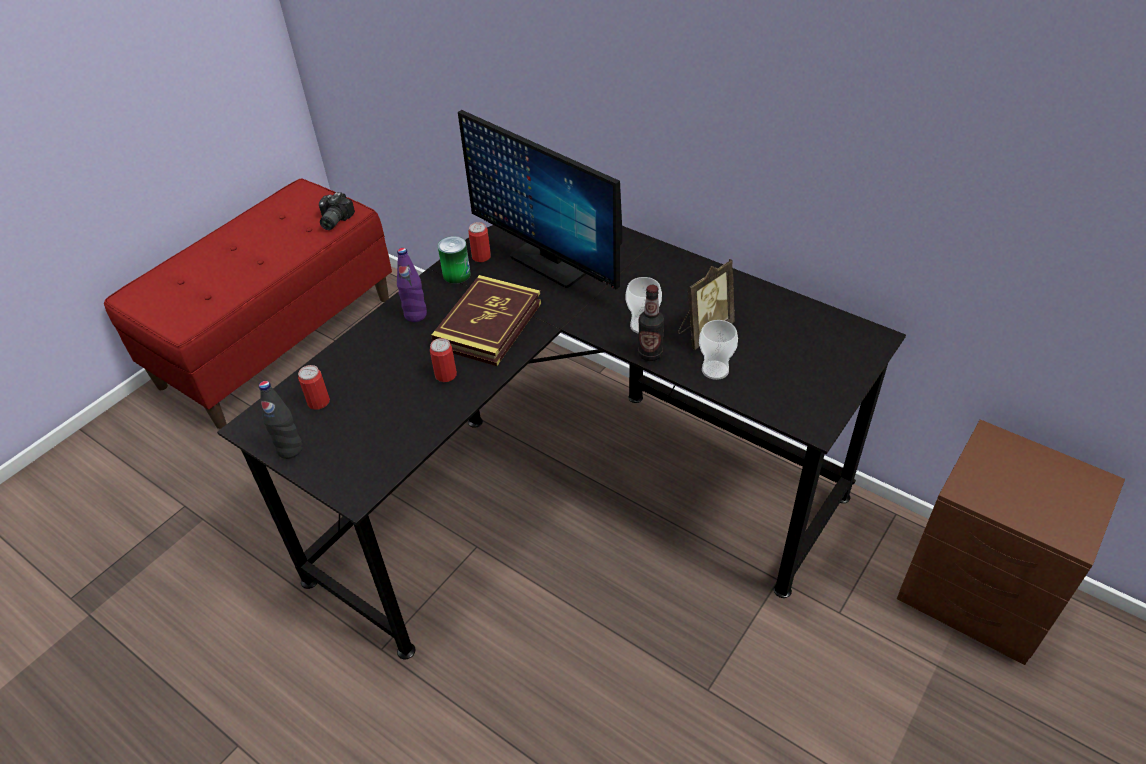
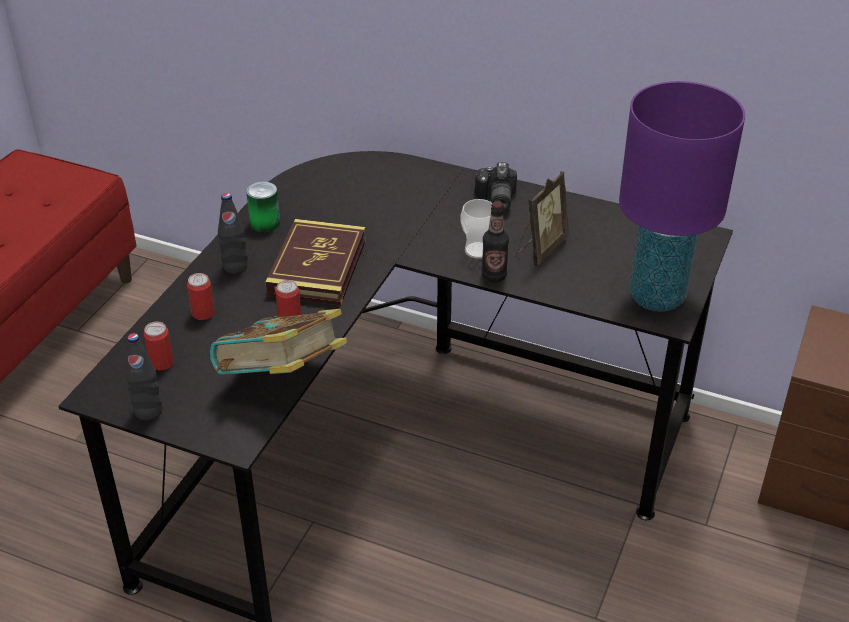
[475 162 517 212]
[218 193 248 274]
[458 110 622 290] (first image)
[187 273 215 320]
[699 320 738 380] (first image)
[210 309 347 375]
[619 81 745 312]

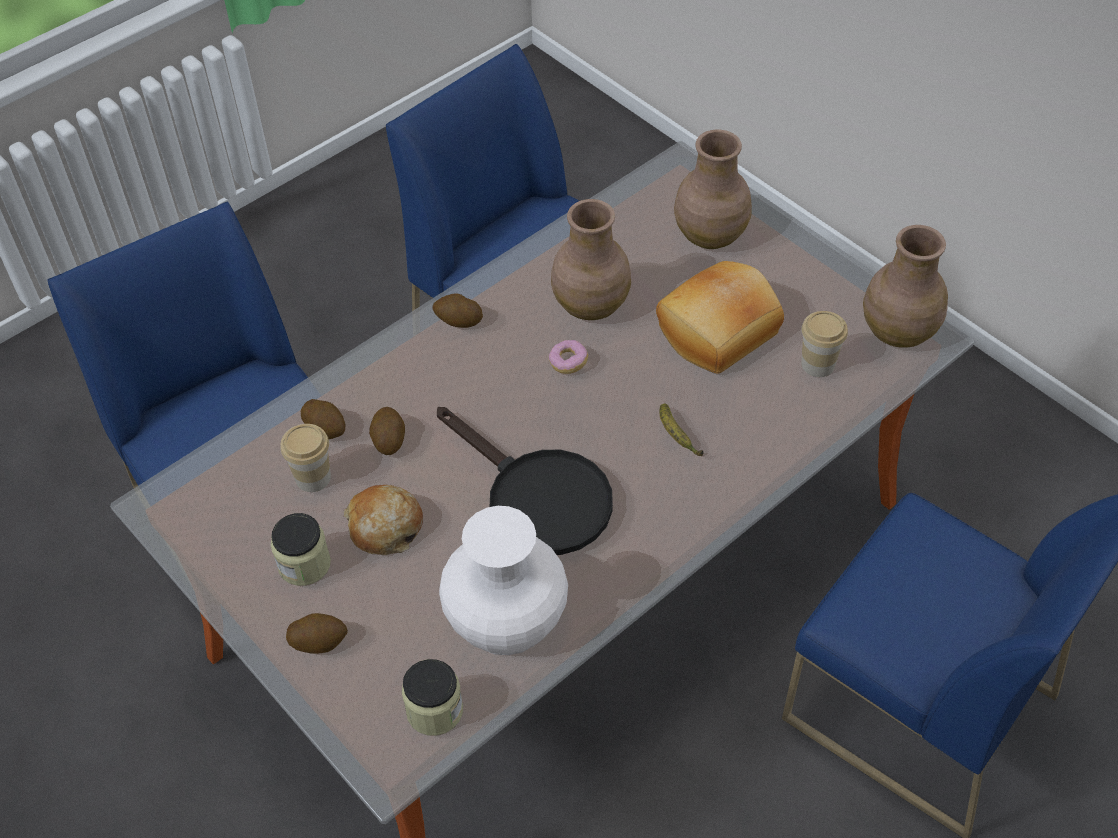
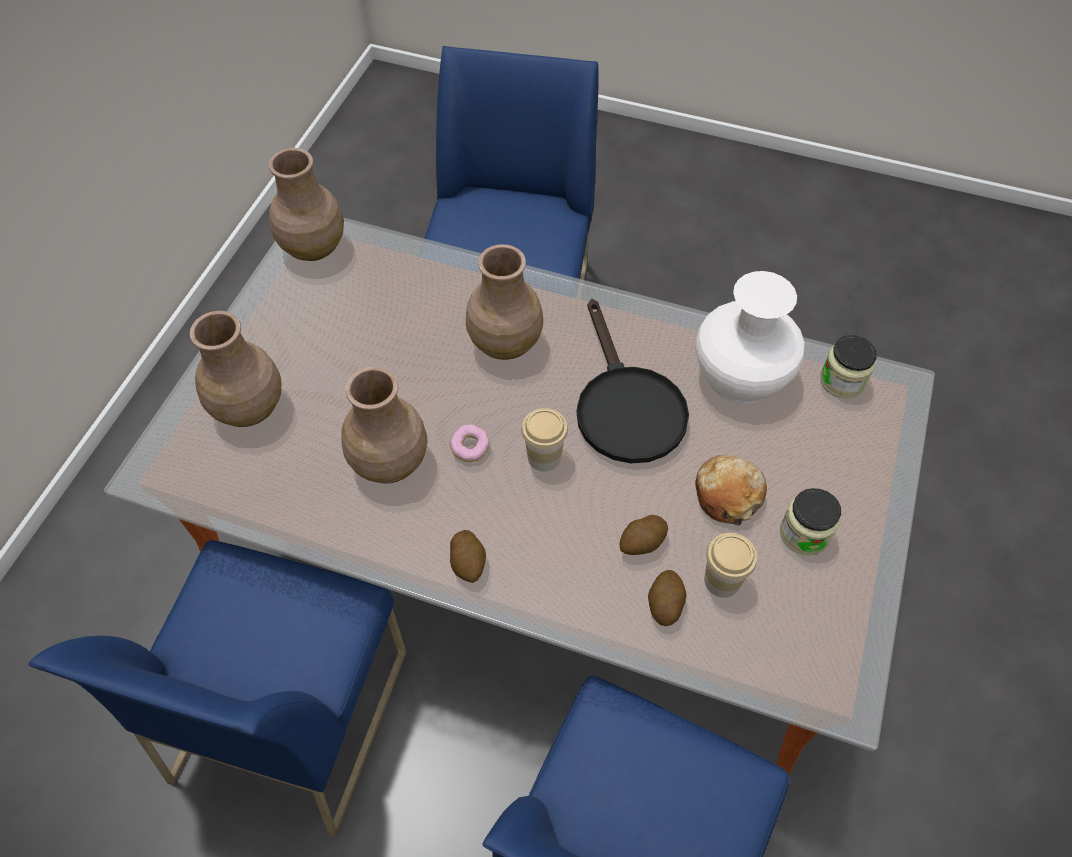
[286 613 348 654] (first image)
[576 299 689 463]
[656 261 784 374] (first image)
[466 244 543 360]
[521 408 568 471]

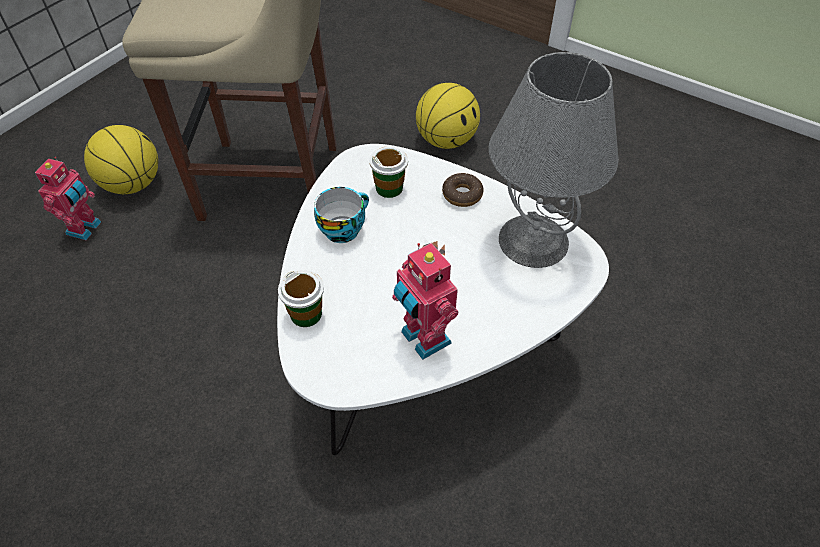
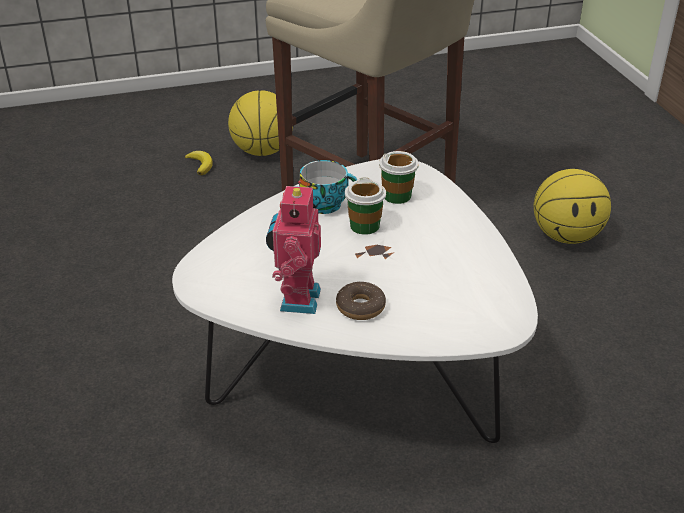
[185 151 213 175]
[345 177 386 235]
[336 282 386 320]
[489 52 619 268] (first image)

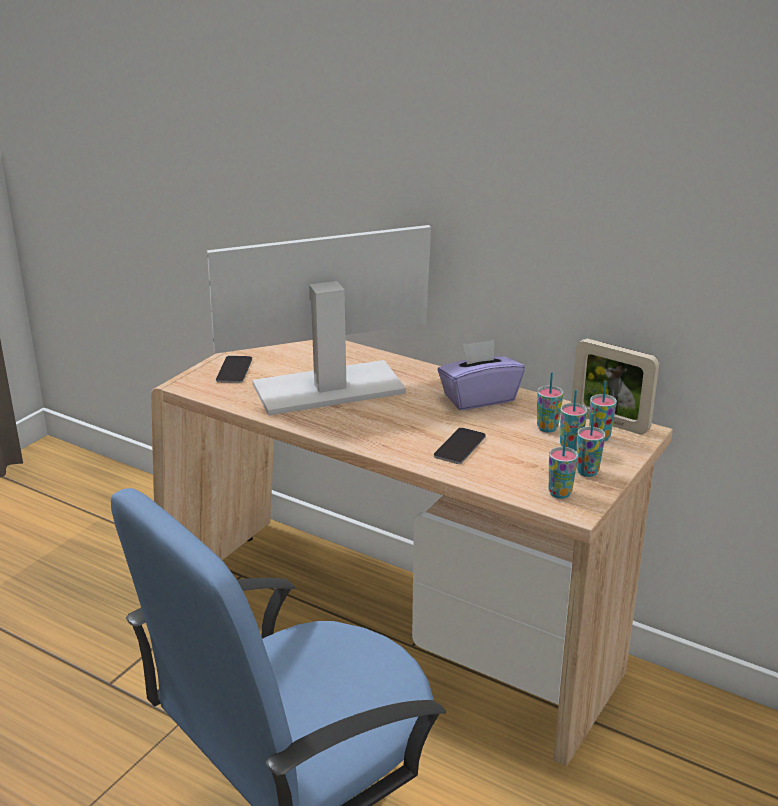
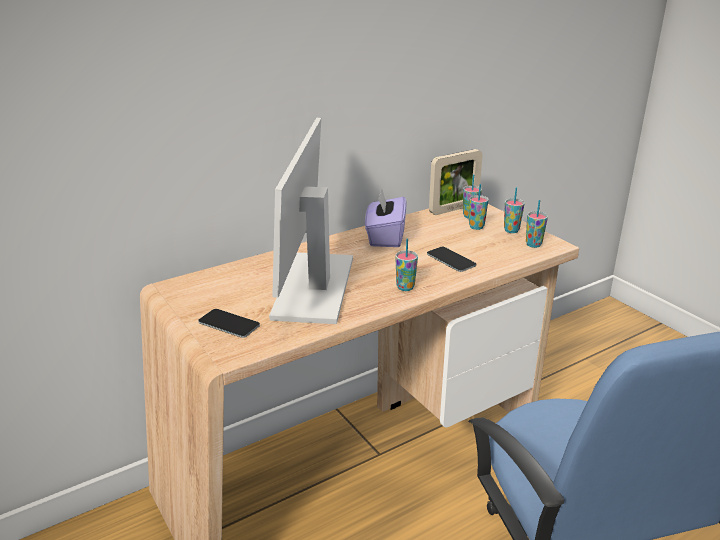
[395 239 418 291]

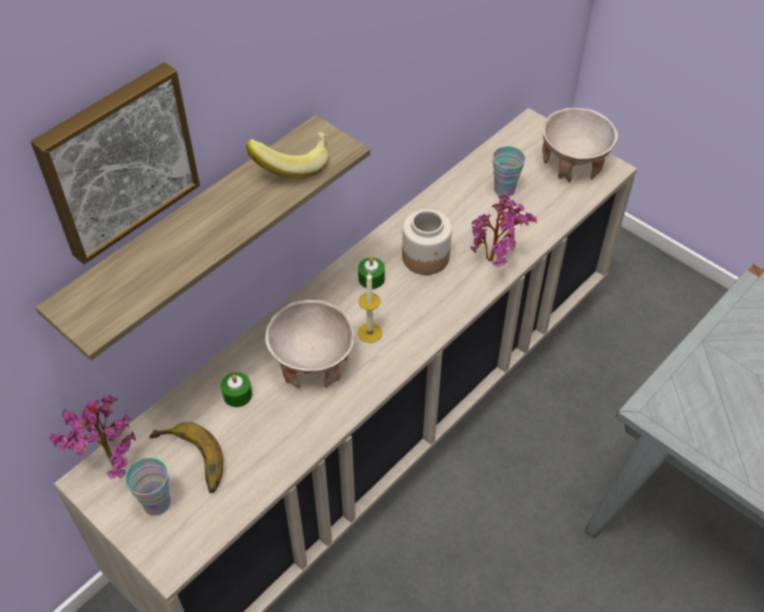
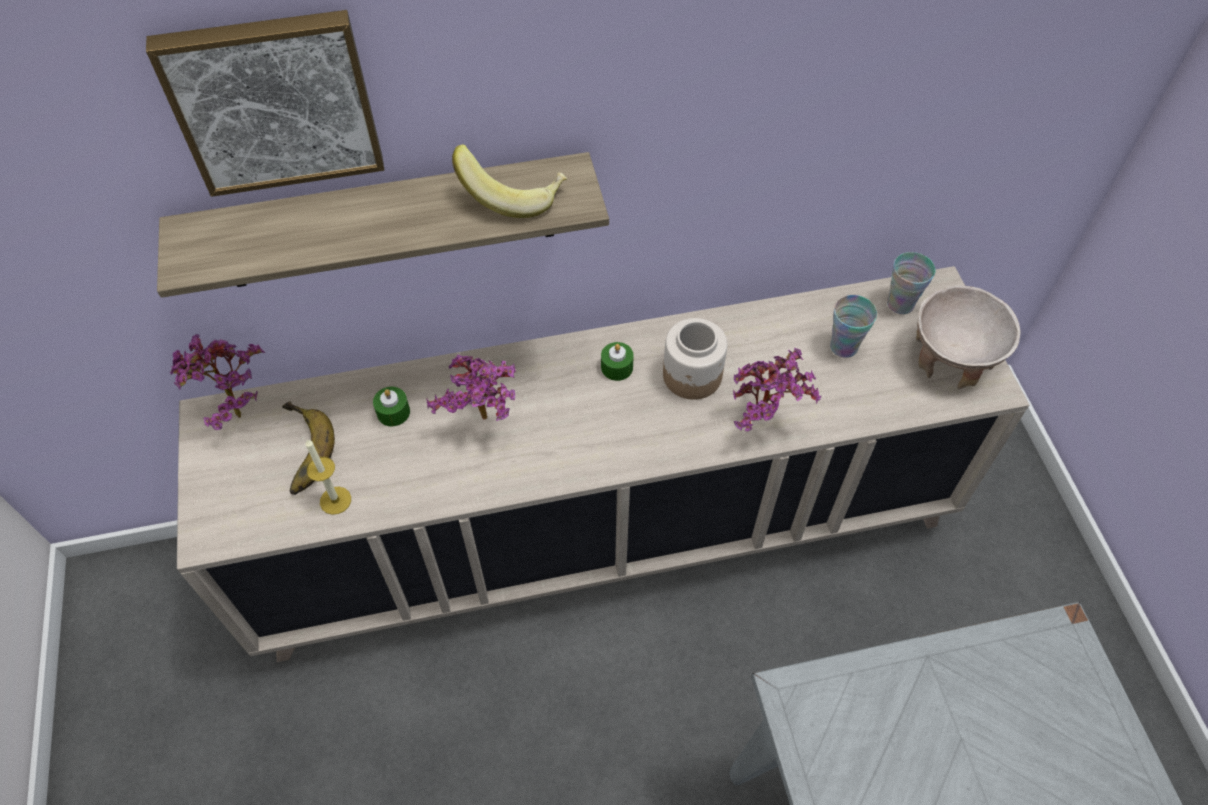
[887 252 936 314]
[426 355 516 421]
[305 439 351 515]

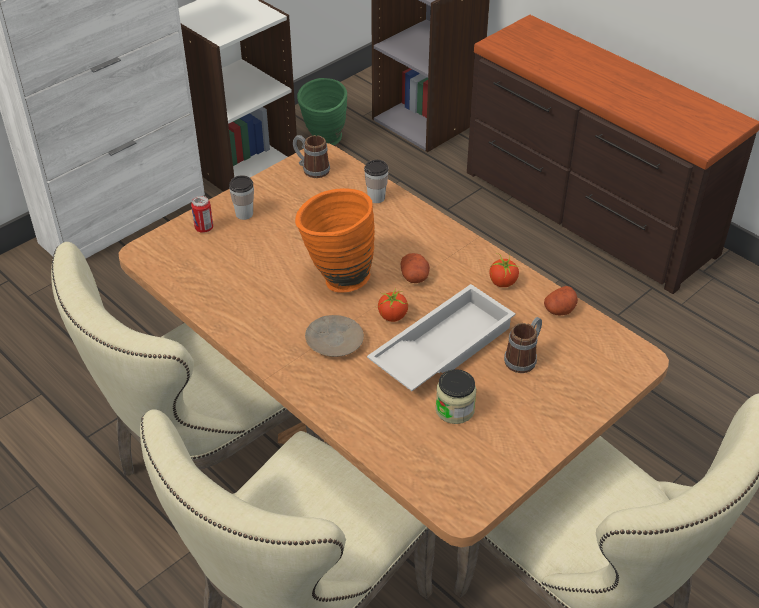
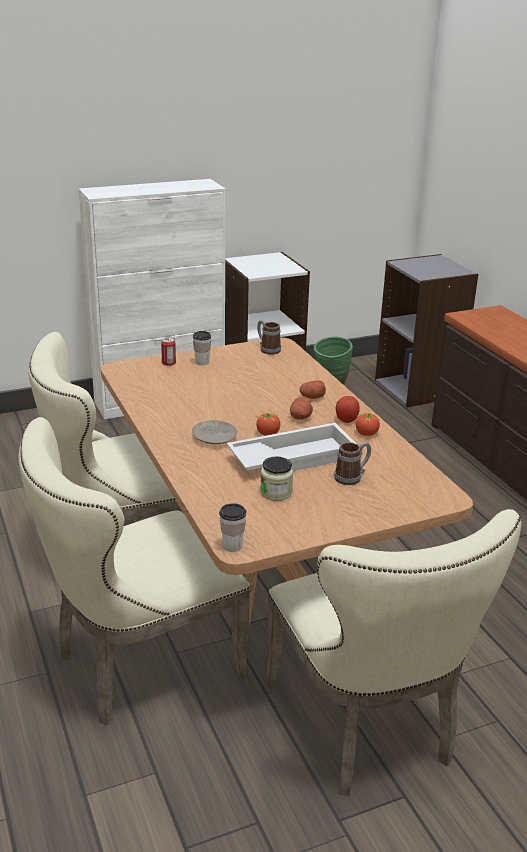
[295 188 375 292] (first image)
[219 503 247 552]
[300 380 326 399]
[335 396 360 423]

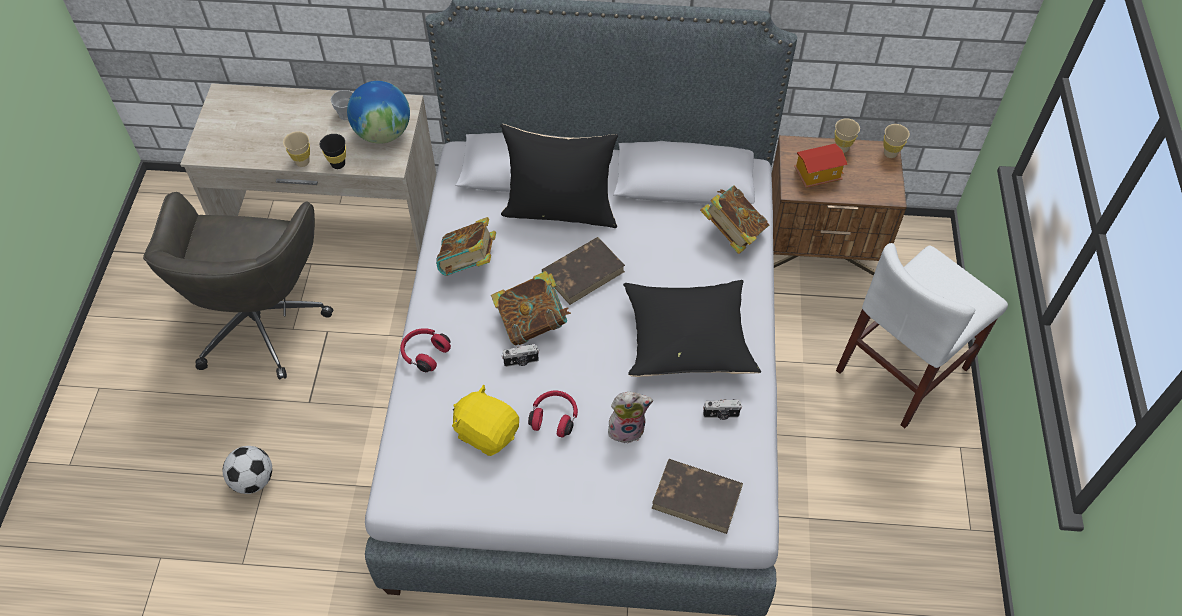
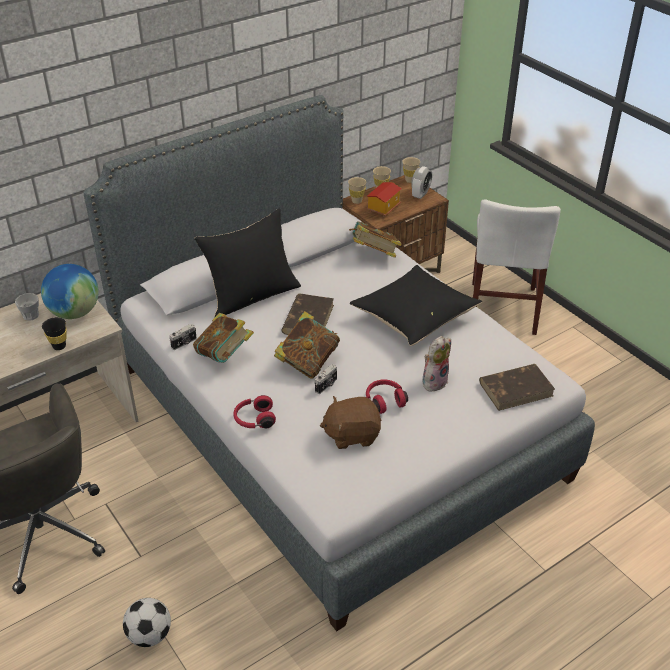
[348 177 366 204]
[320 396 381 449]
[169 324 197 350]
[411 166 432 199]

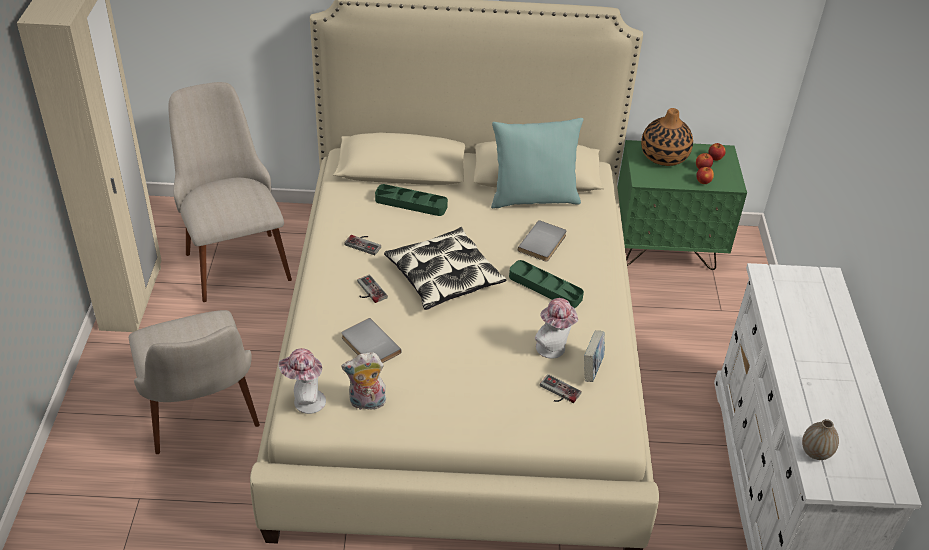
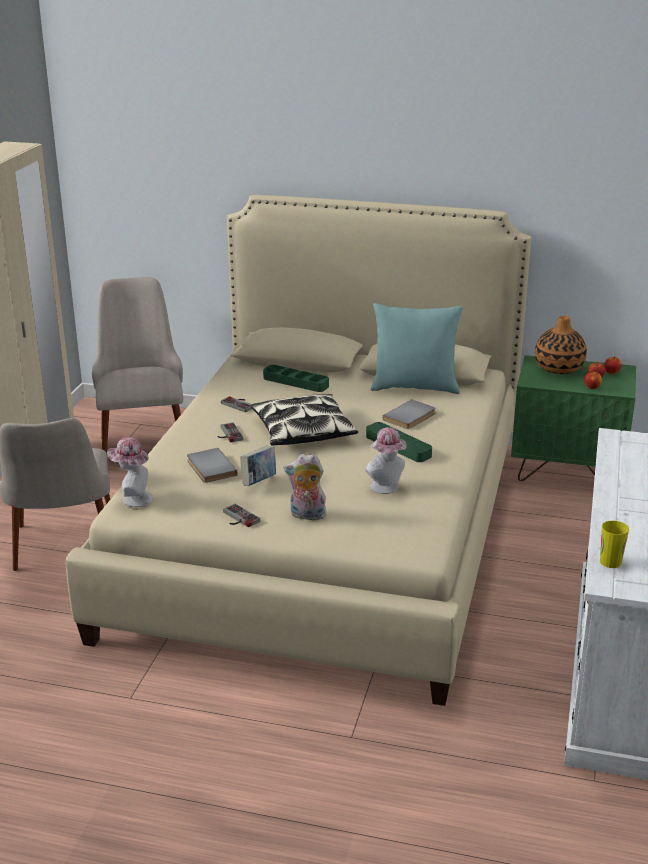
[283 454 326 520]
[223 504 260 527]
[240 446 276 486]
[600 521 629 568]

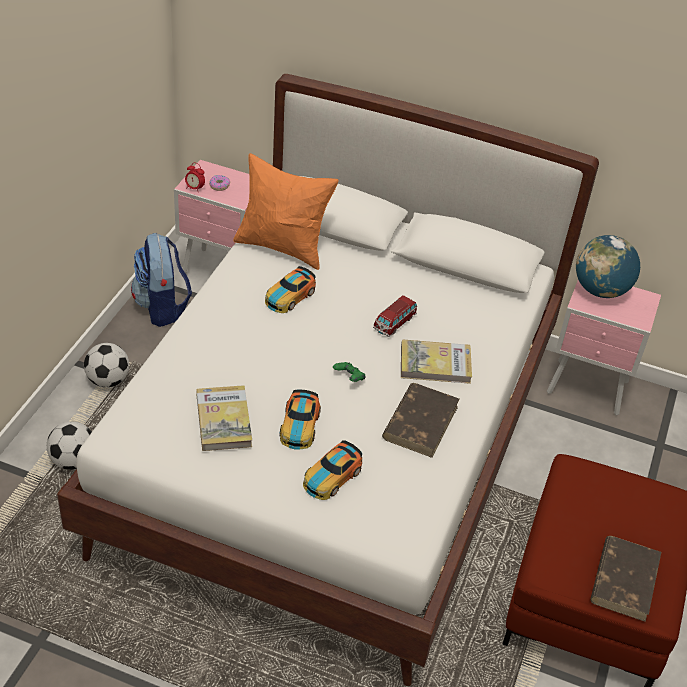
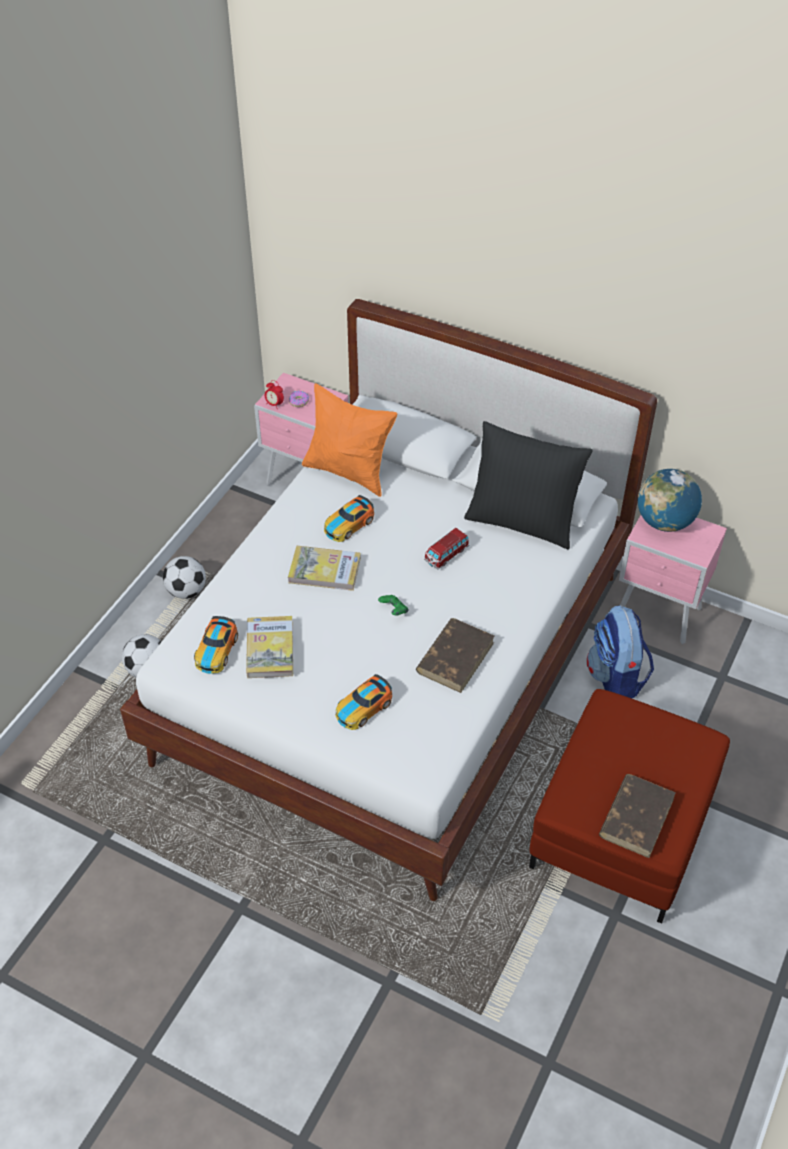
[587 605 654 698]
[194 616 238 674]
[288 546 361 591]
[464 421 593 550]

